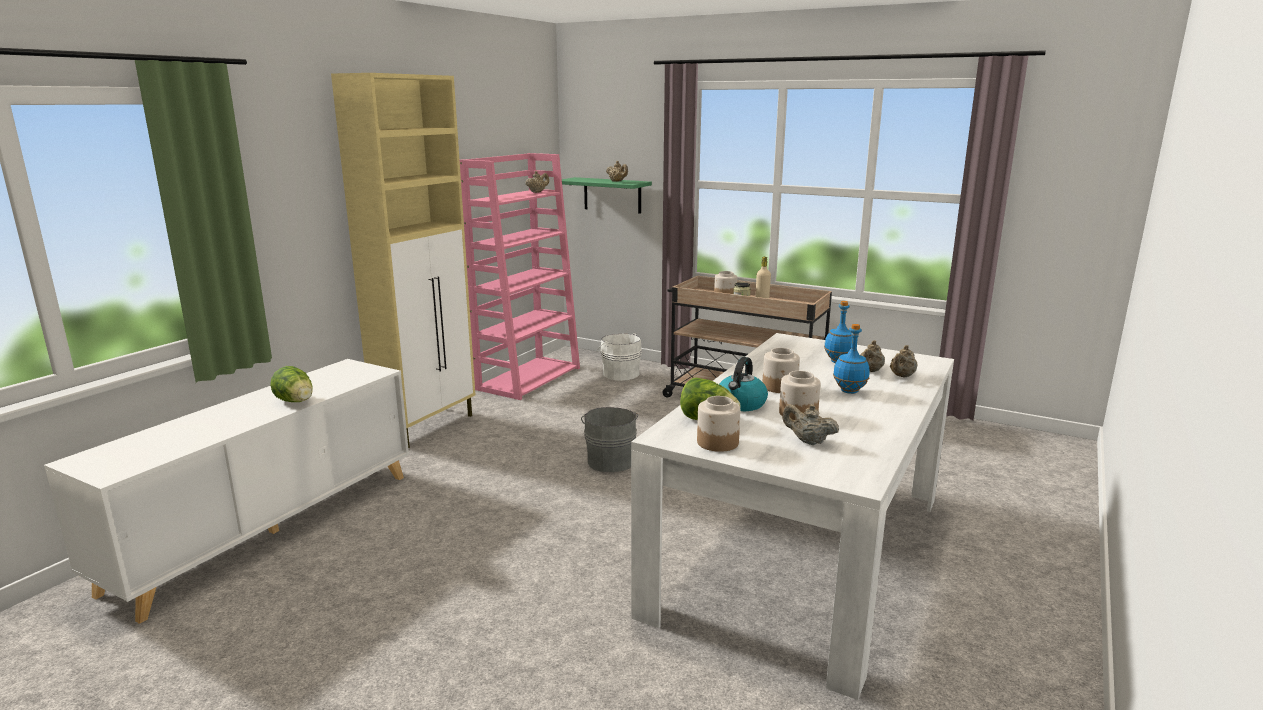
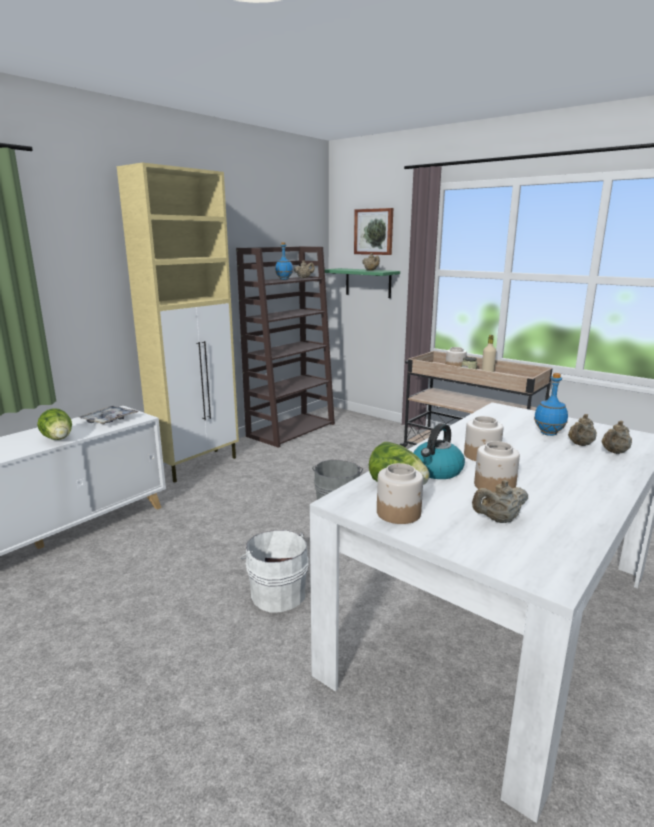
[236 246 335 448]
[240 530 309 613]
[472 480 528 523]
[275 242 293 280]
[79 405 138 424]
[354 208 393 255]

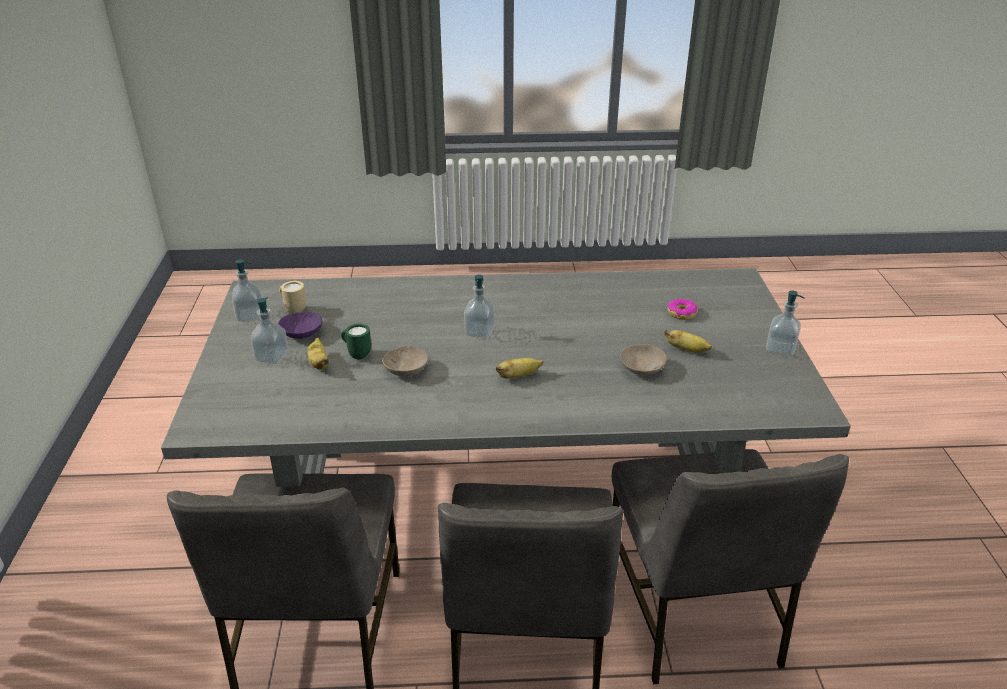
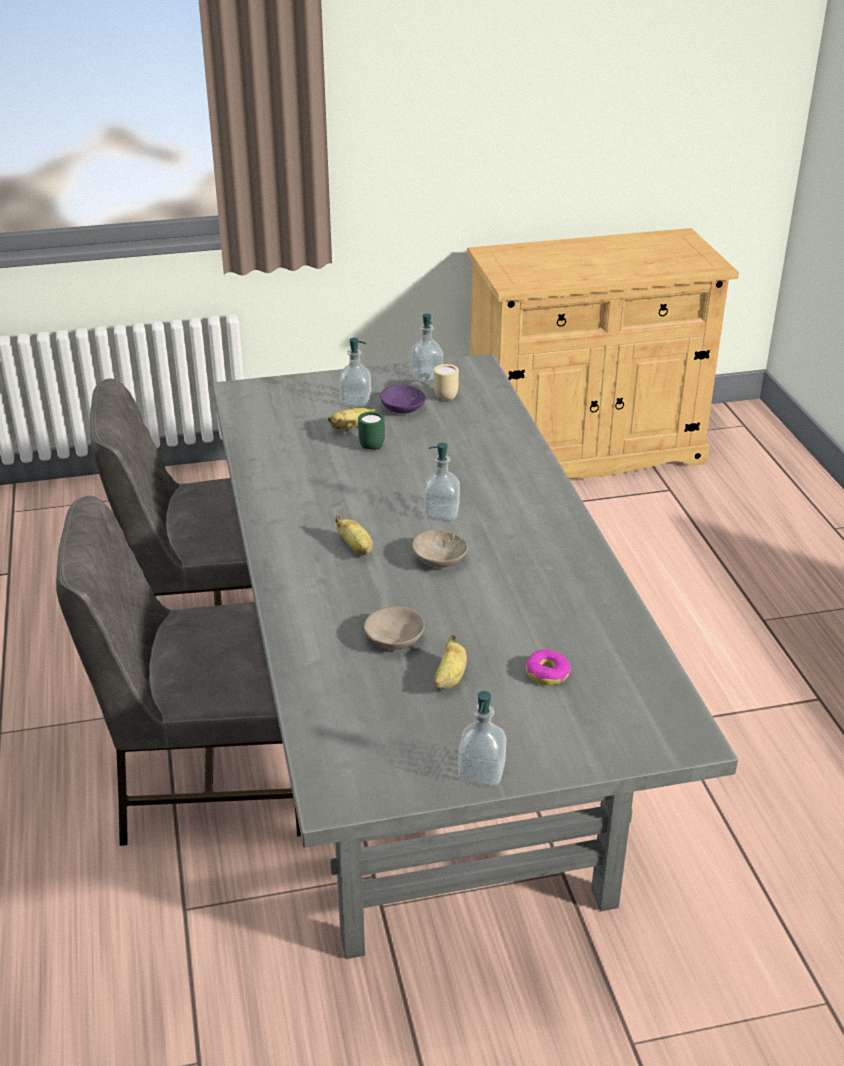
[412 530 468 568]
[612 449 849 685] (first image)
[467 228 739 479]

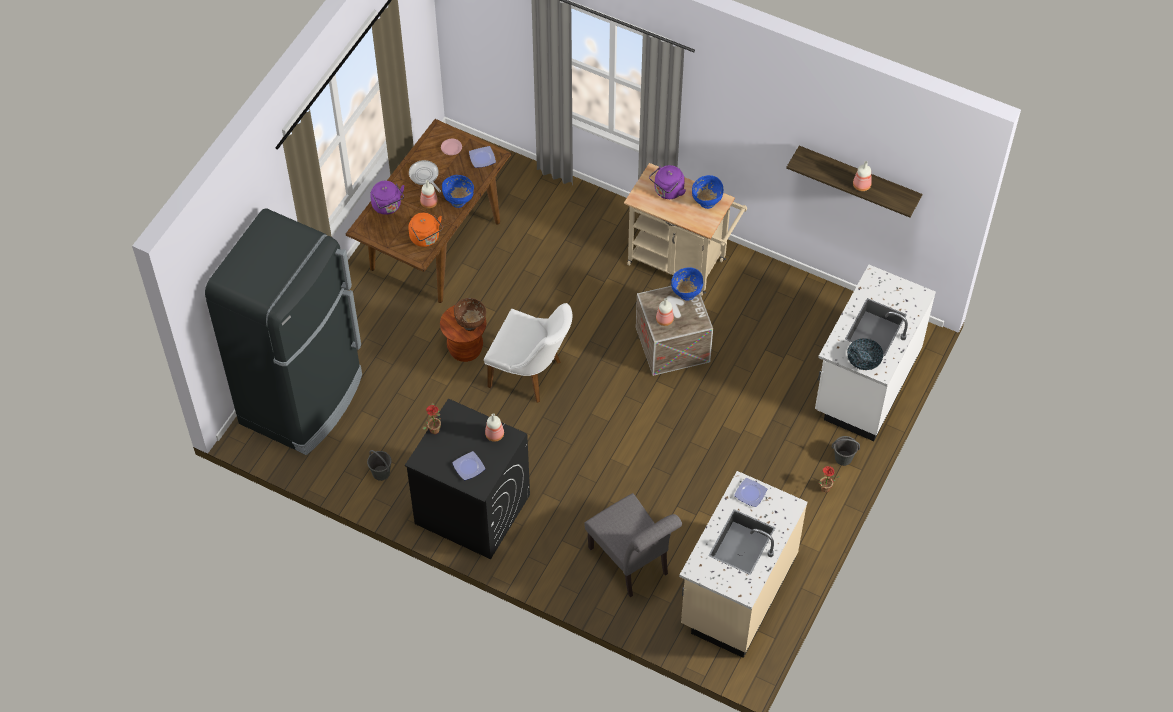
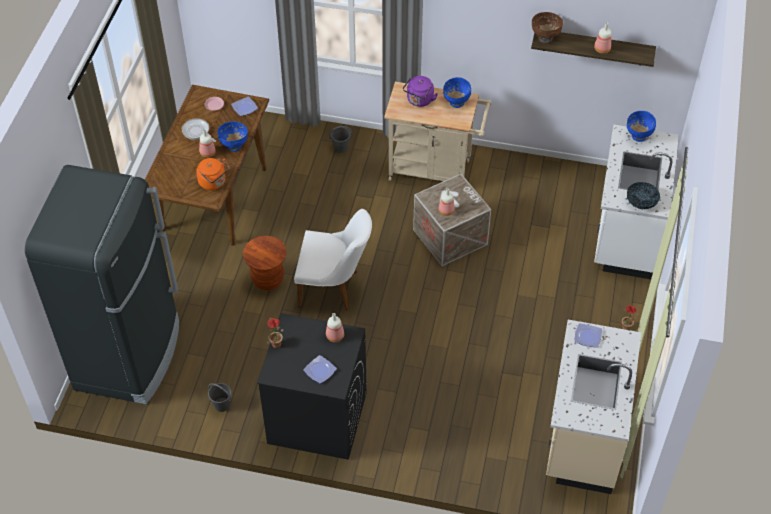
[370 181 404 215] (first image)
[532 12 563 44]
[584 493 682 598] (first image)
[627 111 656 142]
[329 126 352 153]

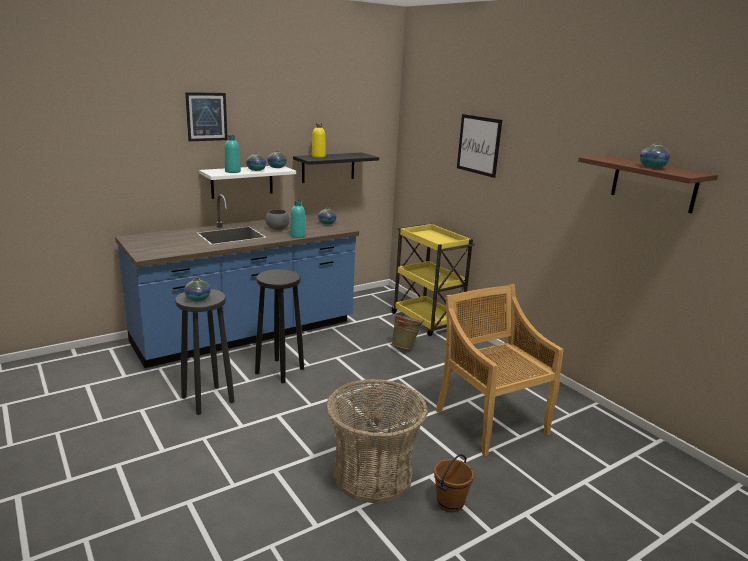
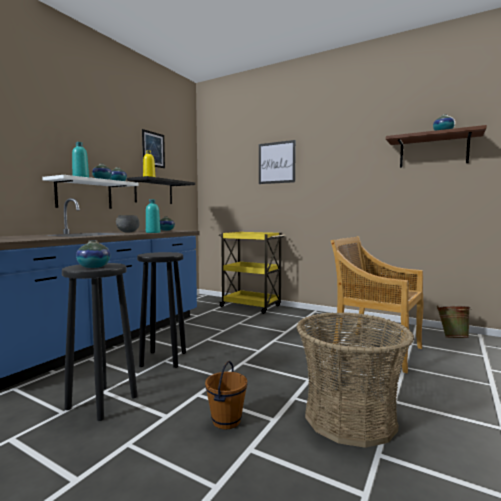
[142 129 165 168]
[437 305 472 338]
[205 361 247 429]

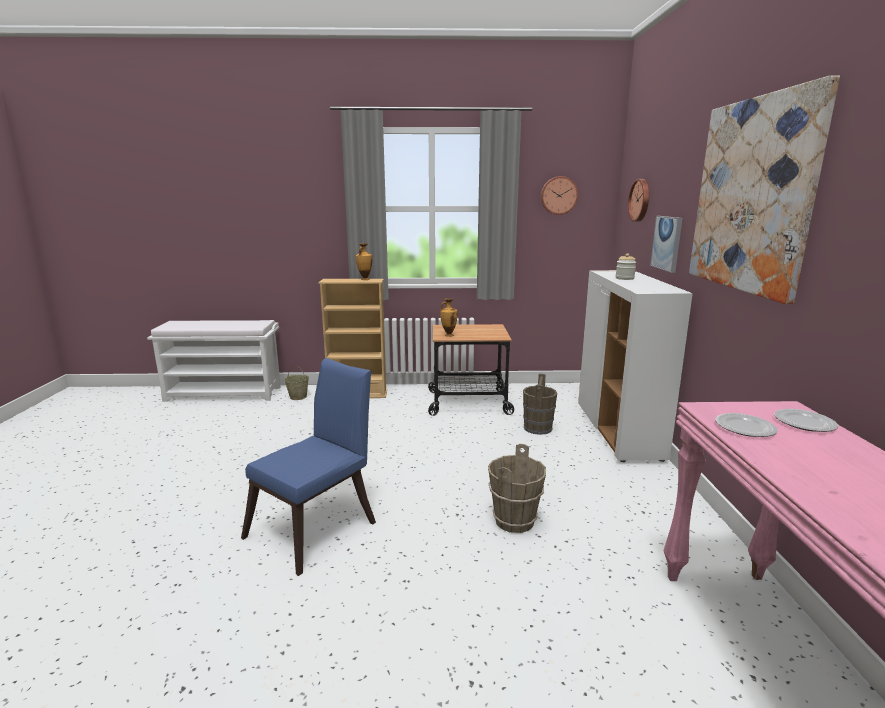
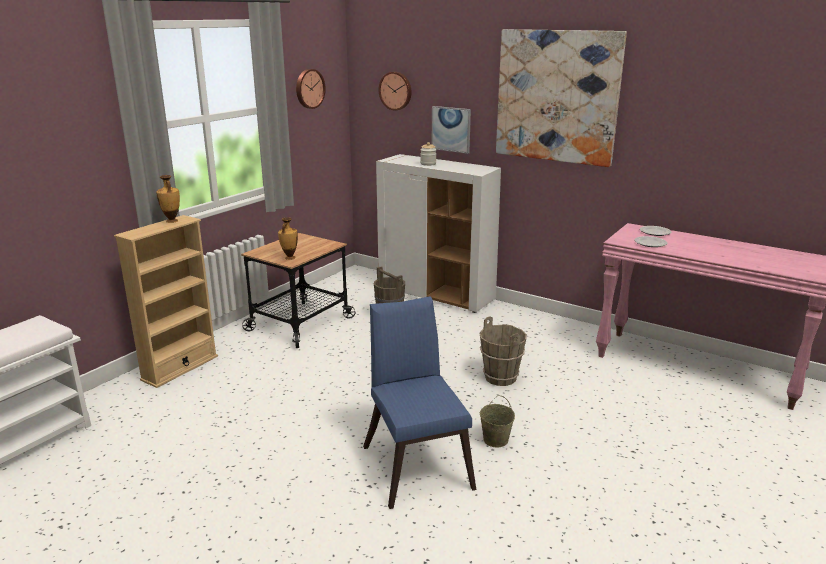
[480 395 515 447]

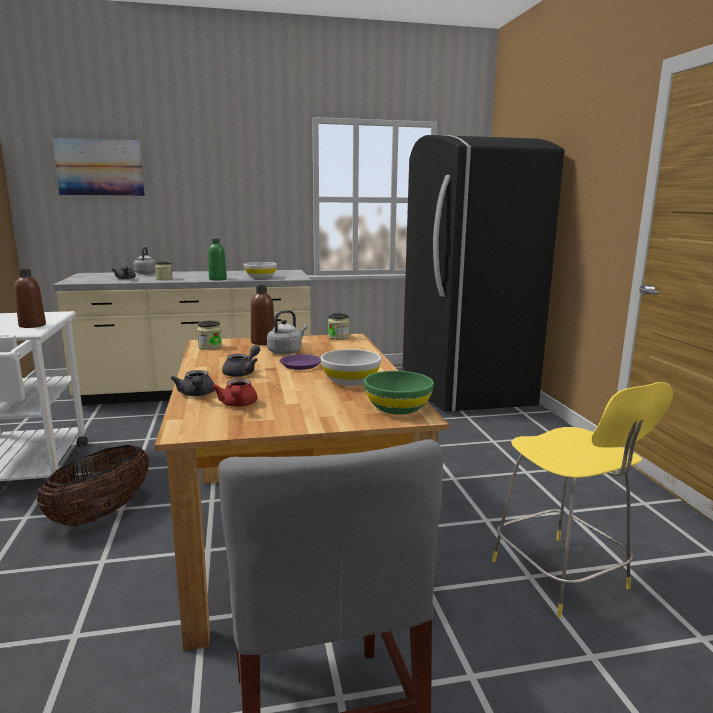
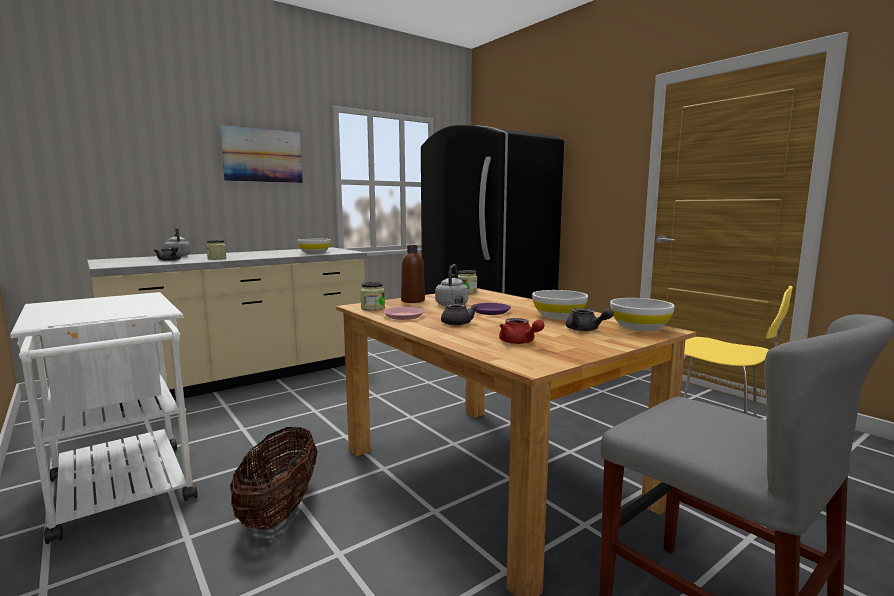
[14 269 46 328] (first image)
[220 125 303 183]
[566 308 614 331]
[208 238 227 281] (first image)
[610 298 675 331]
[383 307 425 320]

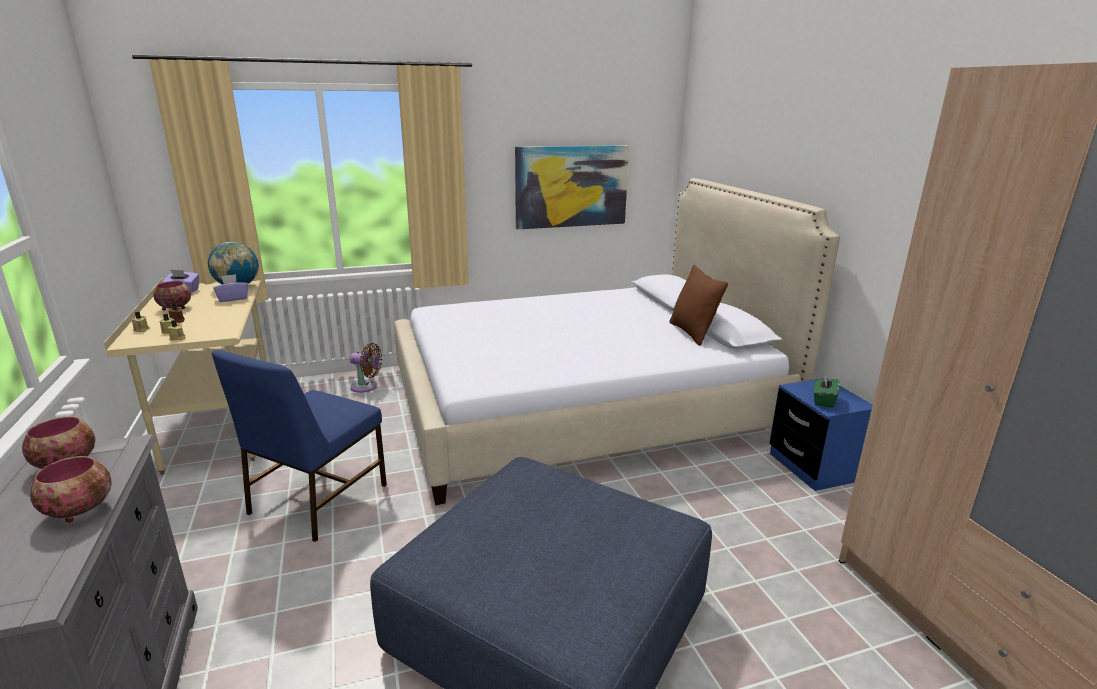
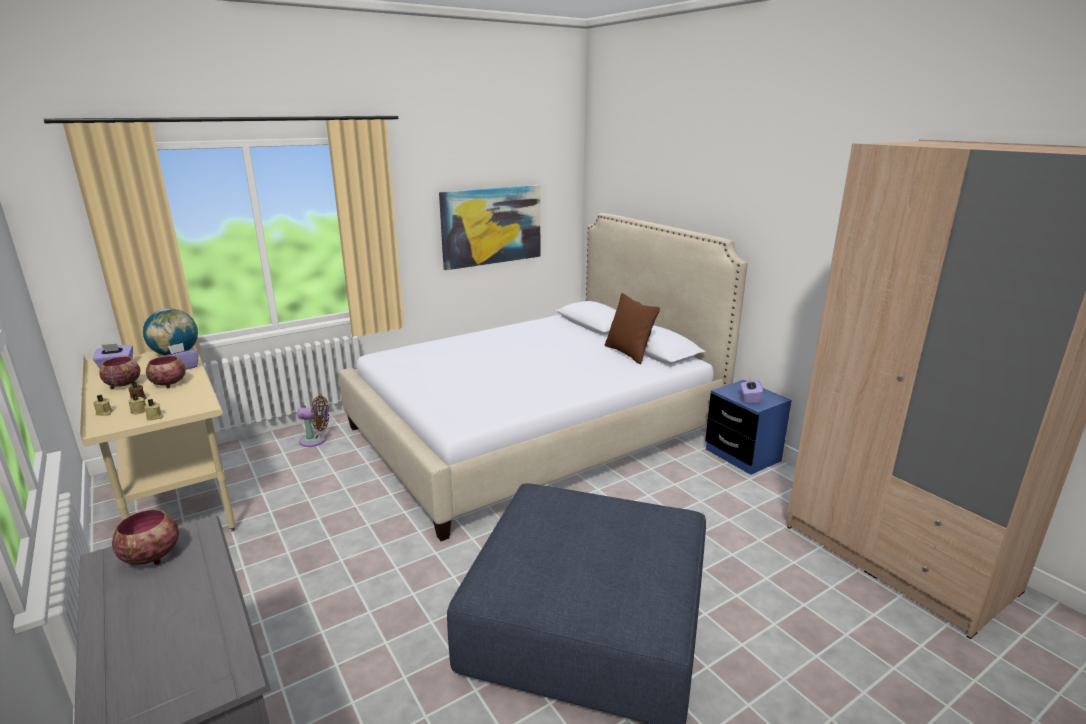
[146 356 186 388]
[212 350 387 542] (first image)
[741 377 763 404]

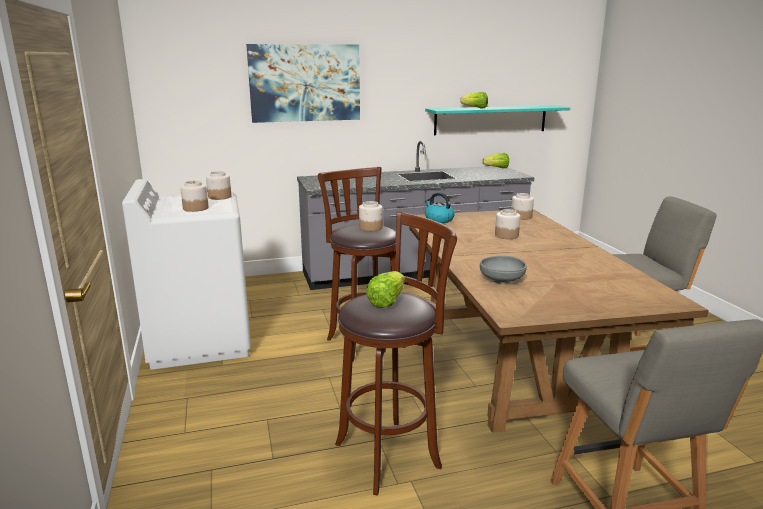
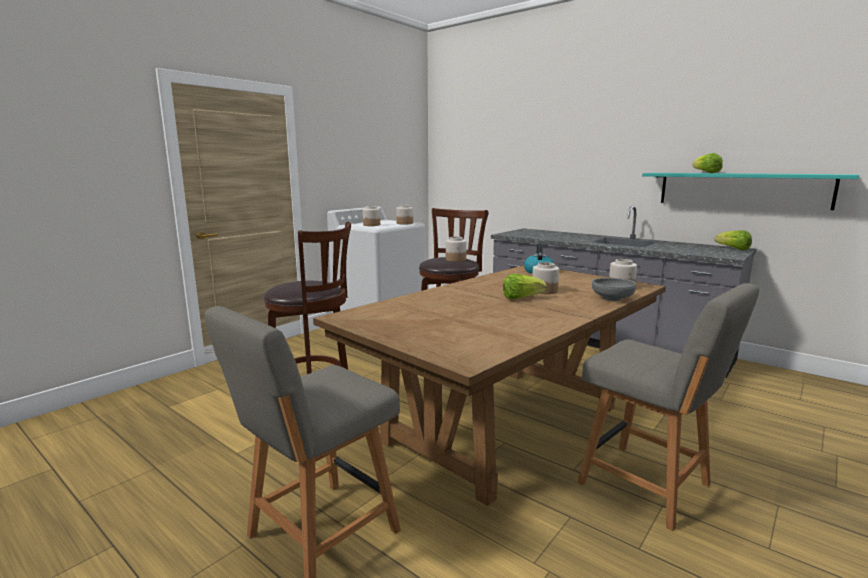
[246 44 360 123] (first image)
[503 274 547 299]
[592 278 636 301]

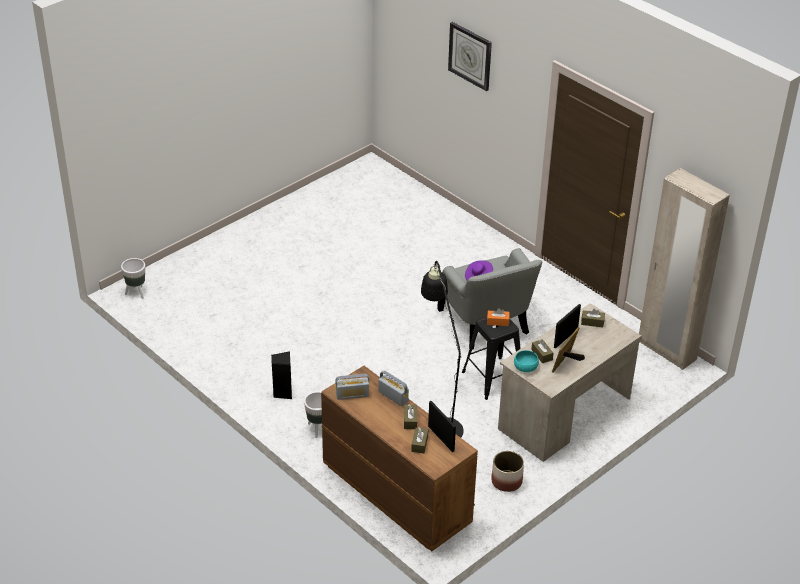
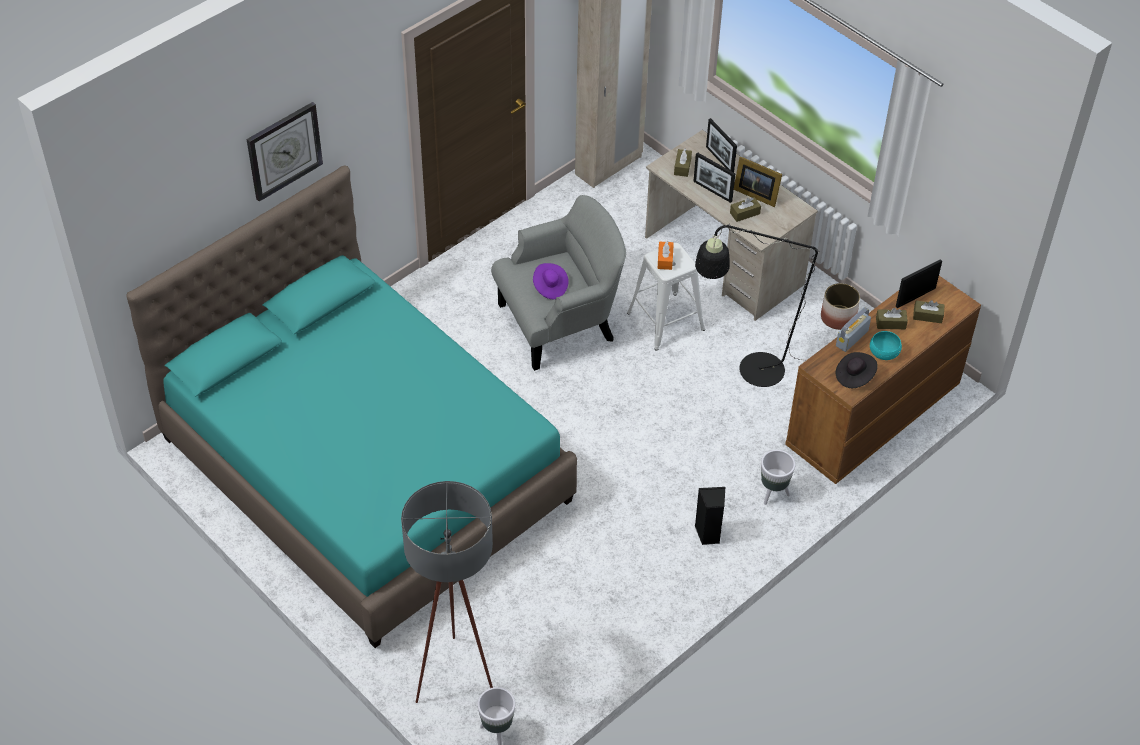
[836 352 878 388]
[627 243 705 351]
[870 331 902 360]
[126 166 577 648]
[401 481 493 703]
[706 118 737 173]

